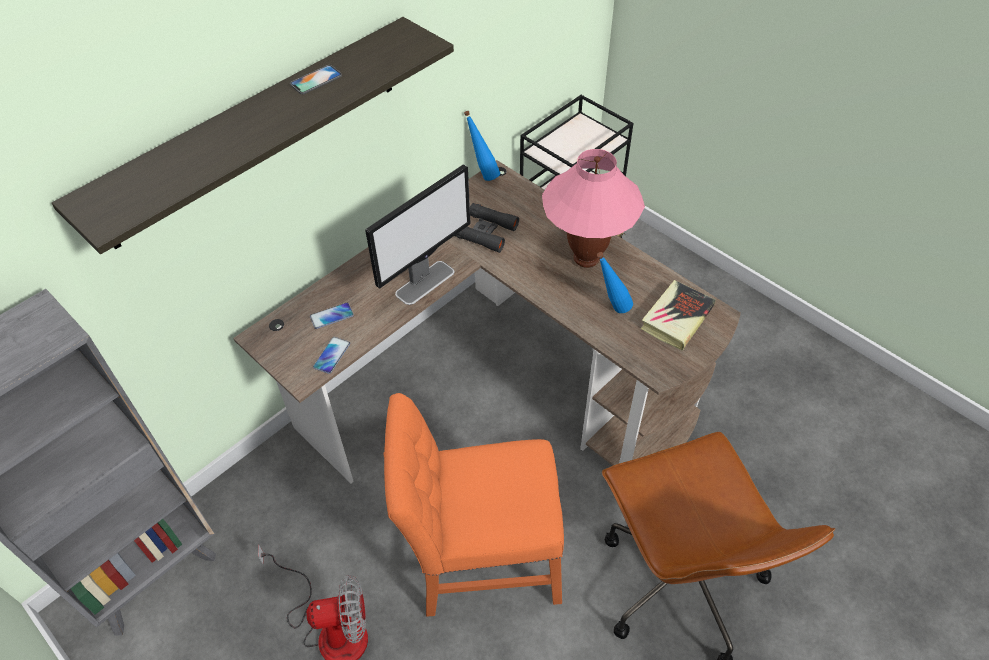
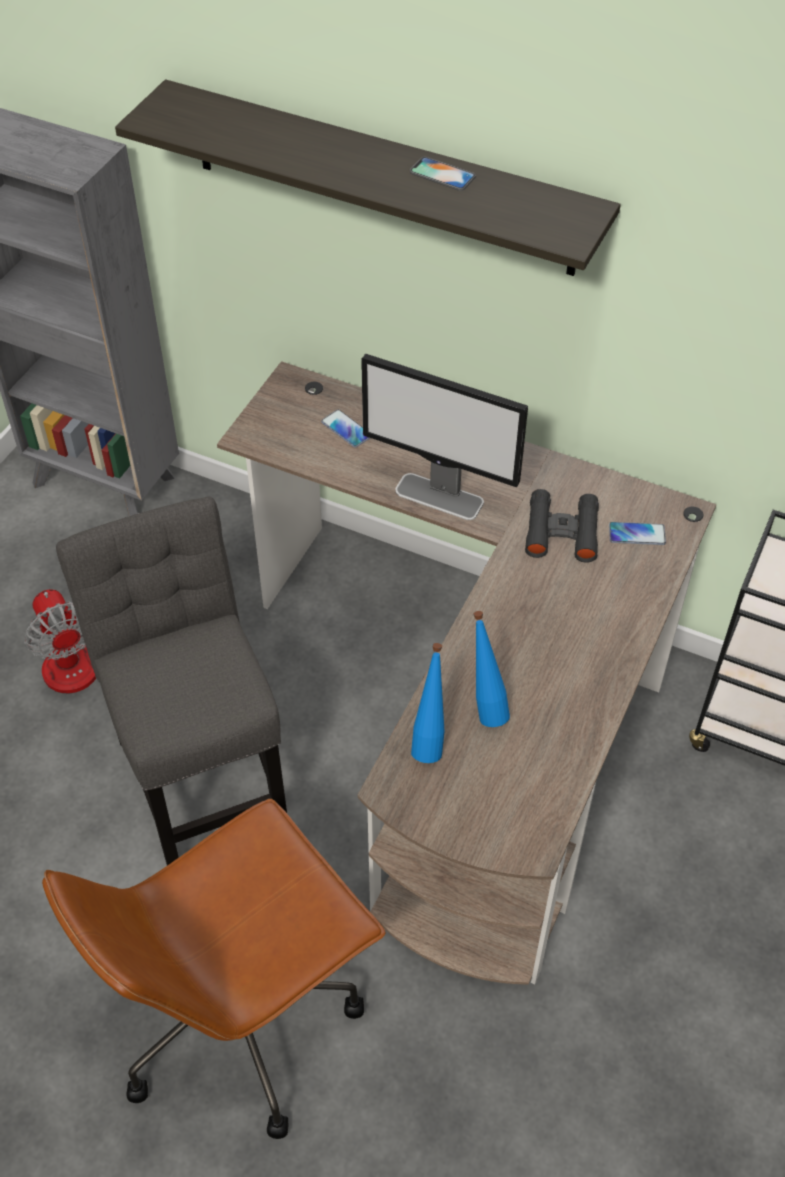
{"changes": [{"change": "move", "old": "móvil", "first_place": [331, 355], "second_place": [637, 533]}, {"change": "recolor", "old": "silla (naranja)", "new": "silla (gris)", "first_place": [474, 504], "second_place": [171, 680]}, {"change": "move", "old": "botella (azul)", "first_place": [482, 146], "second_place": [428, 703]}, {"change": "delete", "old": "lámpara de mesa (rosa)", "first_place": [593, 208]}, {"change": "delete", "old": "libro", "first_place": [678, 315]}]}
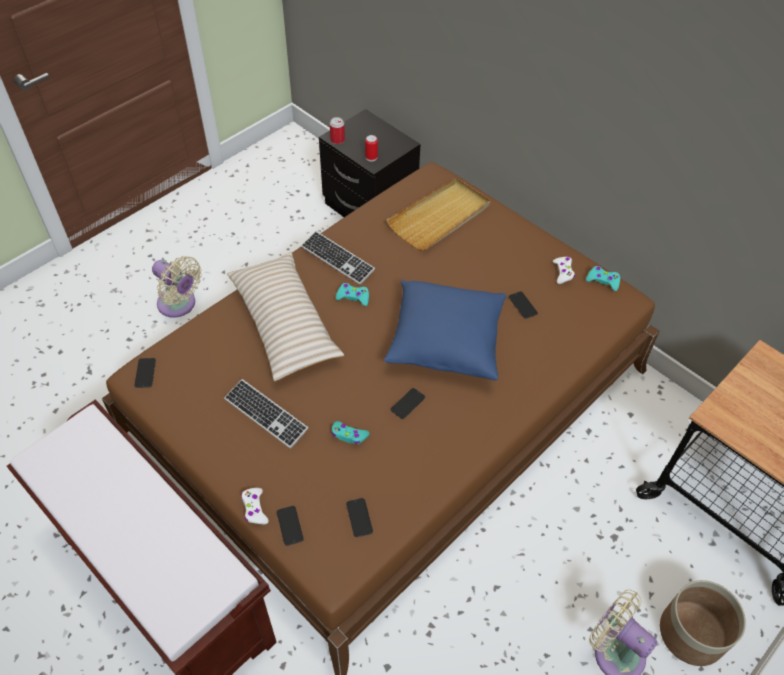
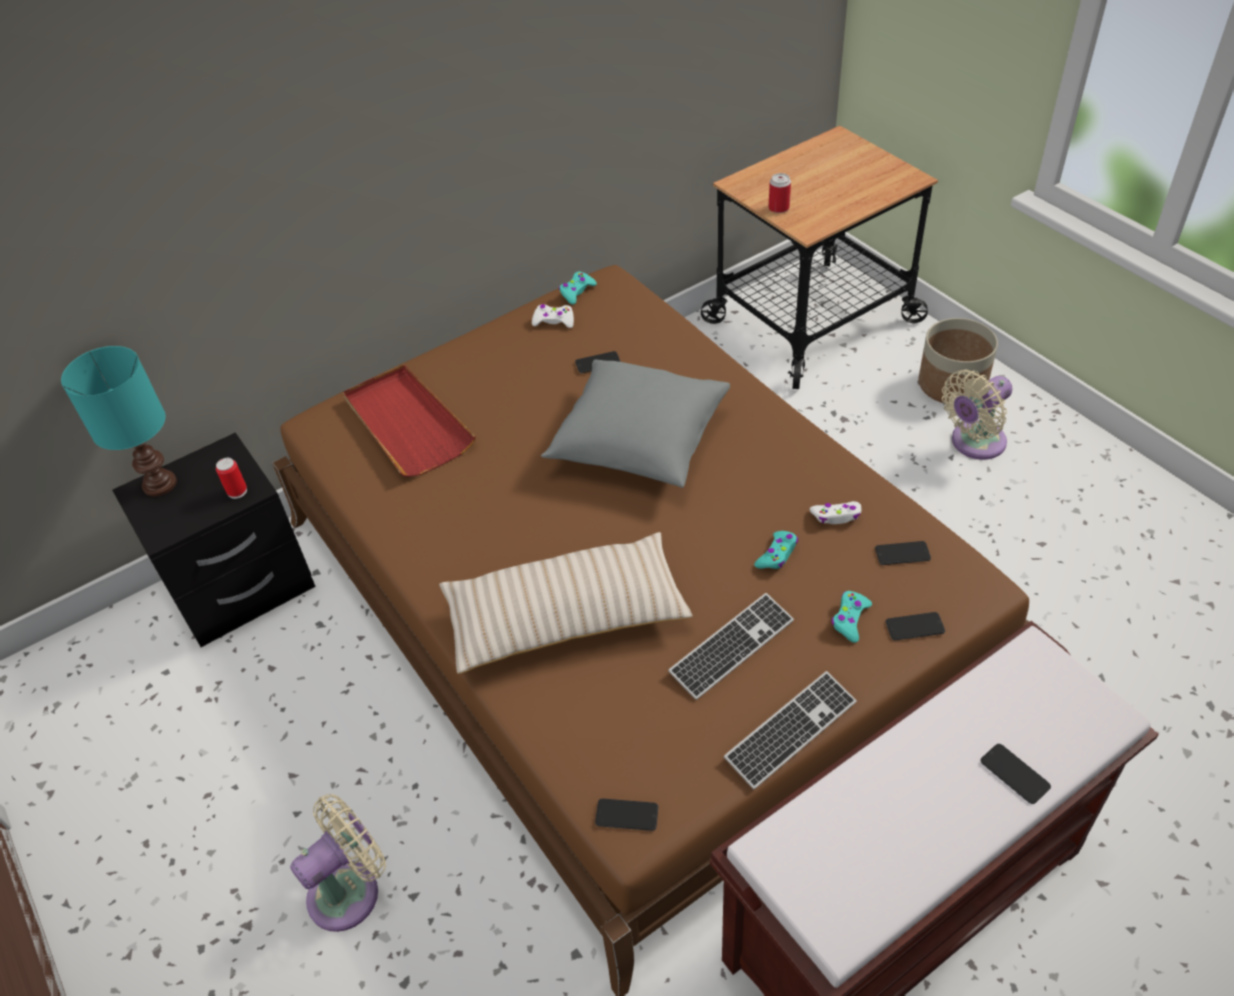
{"changes": [{"change": "move", "old": "mando de consola (blanco)", "first_place": [255, 506], "second_place": [835, 512]}, {"change": "move", "old": "teclado", "first_place": [338, 258], "second_place": [790, 730]}, {"change": "move", "old": "lata", "first_place": [337, 130], "second_place": [780, 193]}, {"change": "move", "old": "mando de consola (turquesa)", "first_place": [352, 294], "second_place": [852, 617]}, {"change": "recolor", "old": "cojín (azul)", "new": "cojín (gris)", "first_place": [445, 329], "second_place": [635, 424]}, {"change": "recolor", "old": "bandeja (beis)", "new": "bandeja (rojo)", "first_place": [438, 214], "second_place": [409, 420]}, {"change": "move", "old": "móvil", "first_place": [408, 403], "second_place": [1016, 774]}, {"change": "insert", "new": "lámpara de mesa (turquesa)", "second_place": [119, 421]}]}
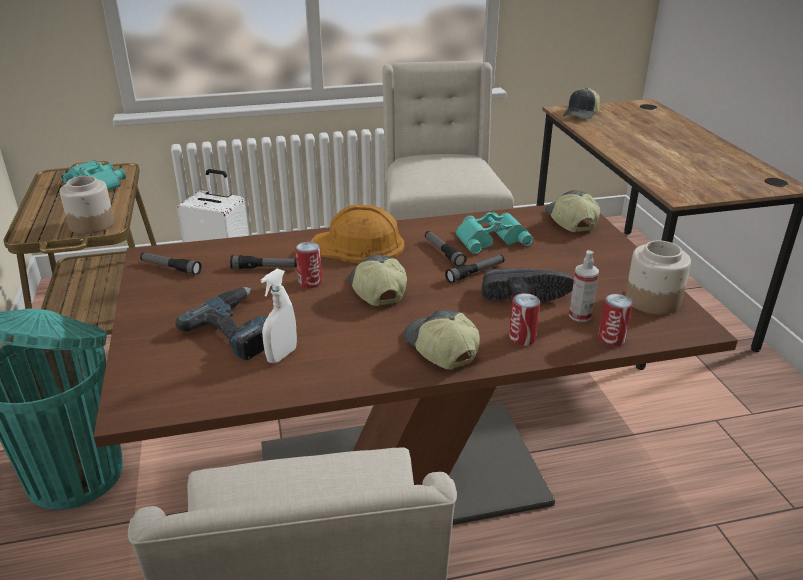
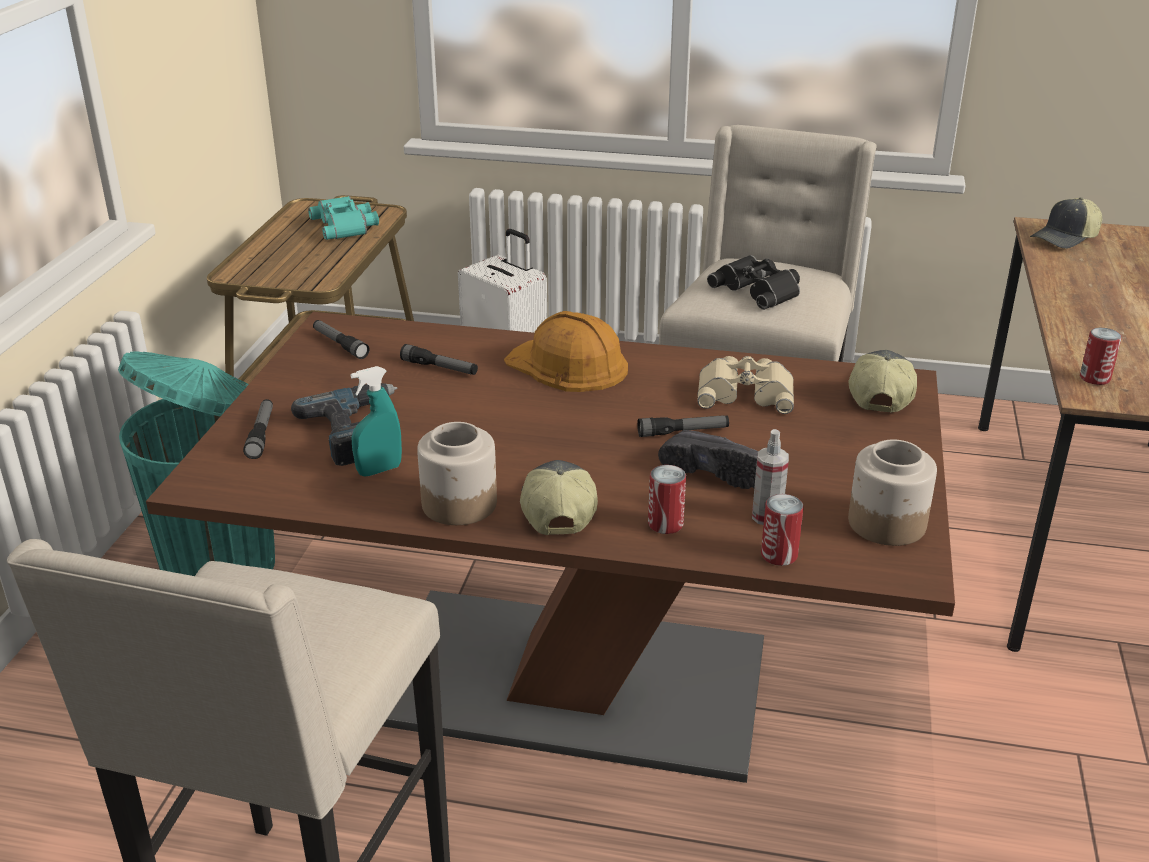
{"changes": [{"change": "move", "old": "tarro", "first_place": [87, 205], "second_place": [457, 473]}, {"change": "recolor", "old": "pulverizador (blanco)", "new": "pulverizador (turquesa)", "first_place": [278, 316], "second_place": [376, 421]}, {"change": "move", "old": "lata", "first_place": [308, 265], "second_place": [1101, 356]}, {"change": "delete", "old": "gorra", "first_place": [378, 280]}, {"change": "move", "old": "linterna", "first_place": [446, 249], "second_place": [258, 429]}, {"change": "recolor", "old": "prismáticos (turquesa)", "new": "prismáticos (beis)", "first_place": [494, 233], "second_place": [745, 385]}, {"change": "insert", "new": "prismáticos (negro)", "second_place": [753, 282]}]}
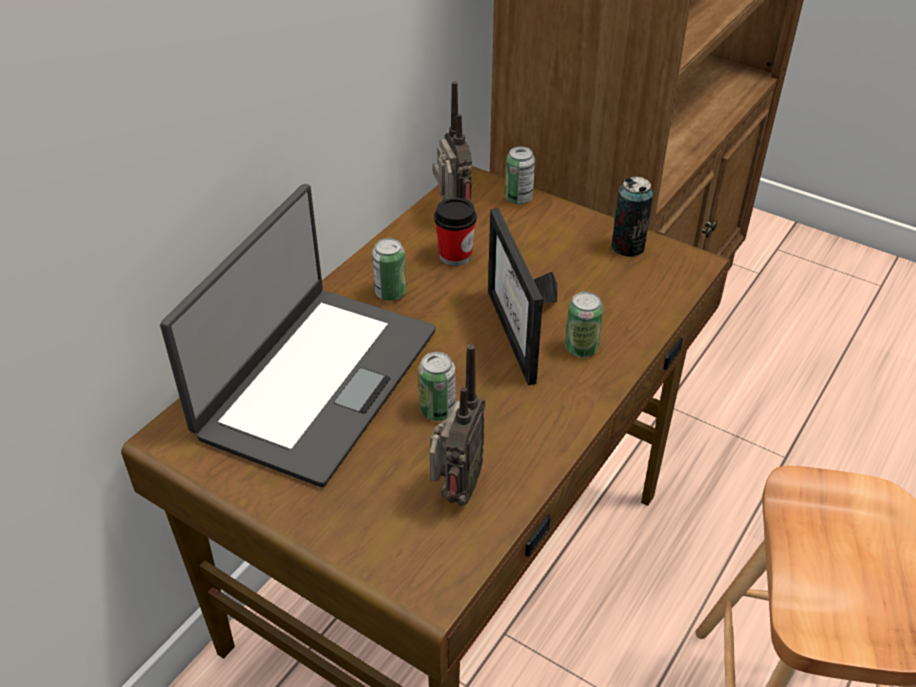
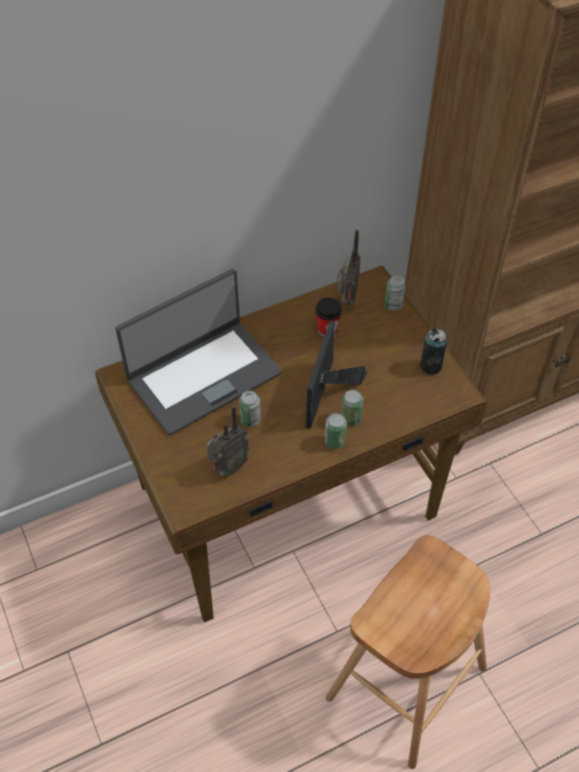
{"changes": [{"change": "move", "old": "lata", "first_place": [389, 269], "second_place": [336, 431]}]}
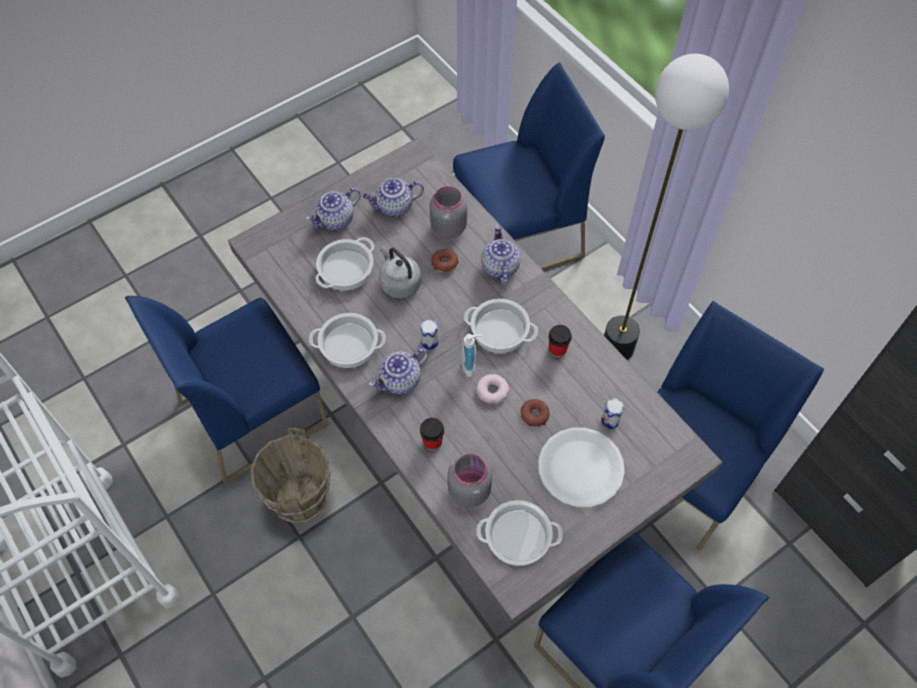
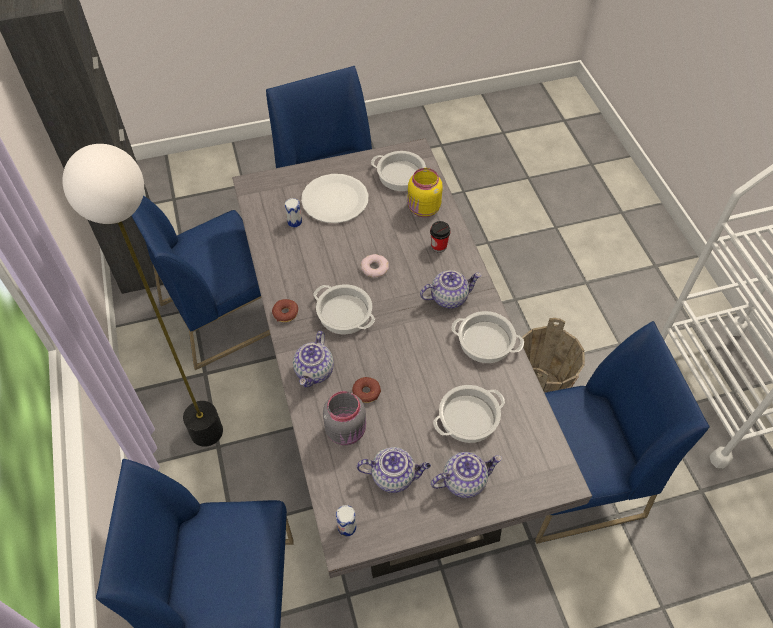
{"changes": [{"change": "delete", "old": "hervidor (gris)", "first_place": [400, 272]}, {"change": "move", "old": "lata", "first_place": [429, 334], "second_place": [346, 521]}, {"change": "recolor", "old": "tarro (gris)", "new": "tarro (amarillo)", "first_place": [469, 481], "second_place": [425, 192]}, {"change": "delete", "old": "dispensador de jabón", "first_place": [472, 355]}, {"change": "move", "old": "rosquilla", "first_place": [535, 413], "second_place": [285, 310]}, {"change": "delete", "old": "taza", "first_place": [560, 341]}]}
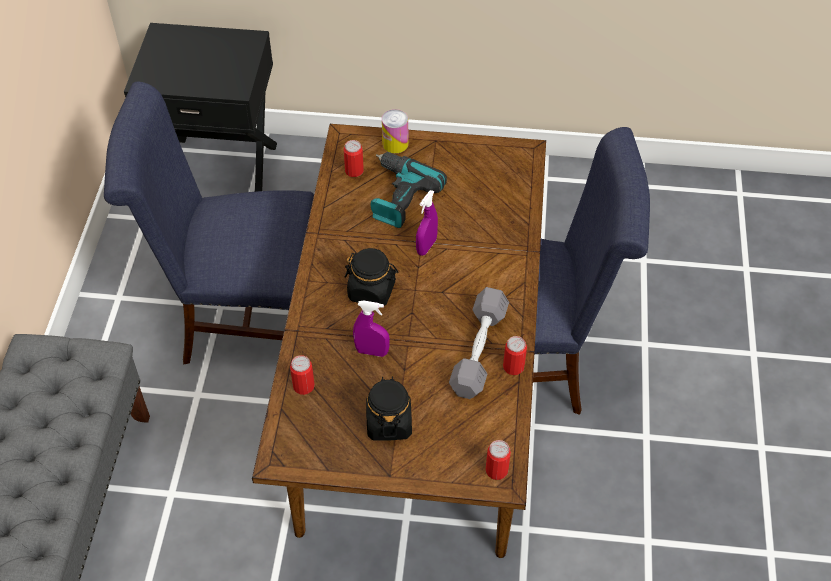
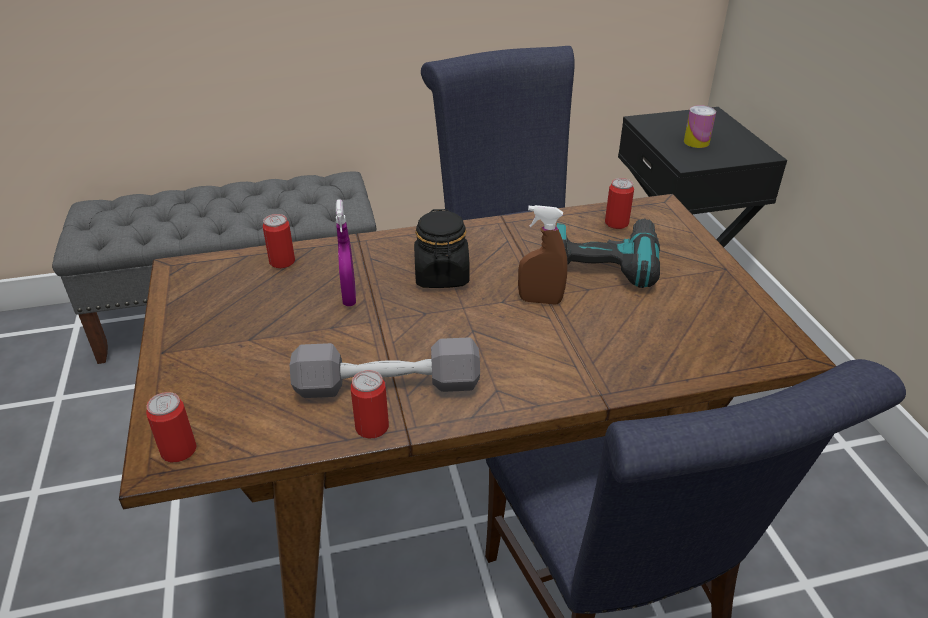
{"changes": [{"change": "delete", "old": "tarro (negro)", "first_place": [389, 408]}, {"change": "move", "old": "lata", "first_place": [395, 131], "second_place": [700, 126]}, {"change": "recolor", "old": "pulverizador (morado)", "new": "pulverizador (marrón)", "first_place": [427, 223], "second_place": [543, 255]}]}
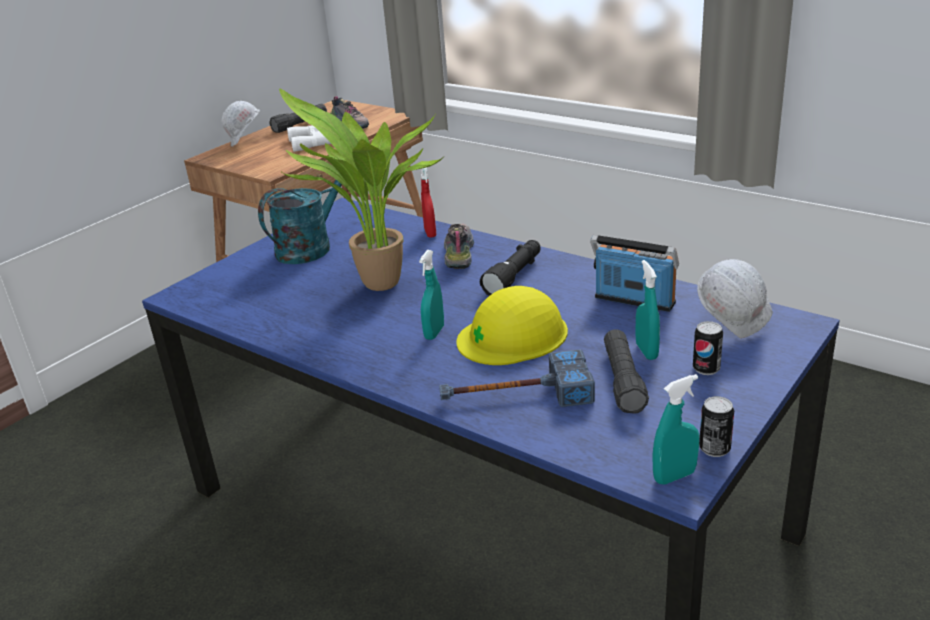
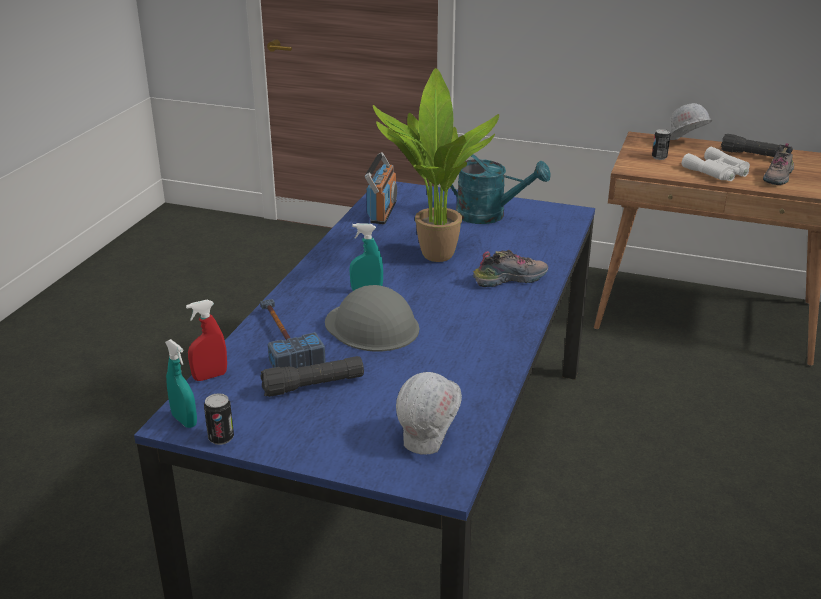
{"changes": [{"change": "move", "old": "pulverizador (rojo)", "first_place": [428, 202], "second_place": [206, 340]}, {"change": "recolor", "old": "casco (amarillo)", "new": "casco (gris)", "first_place": [512, 325], "second_place": [372, 318]}, {"change": "delete", "old": "linterna (negro)", "first_place": [510, 268]}, {"change": "move", "old": "radio", "first_place": [634, 273], "second_place": [381, 188]}, {"change": "delete", "old": "pulverizador (turquesa)", "first_place": [647, 310]}, {"change": "move", "old": "lata", "first_place": [708, 348], "second_place": [661, 144]}]}
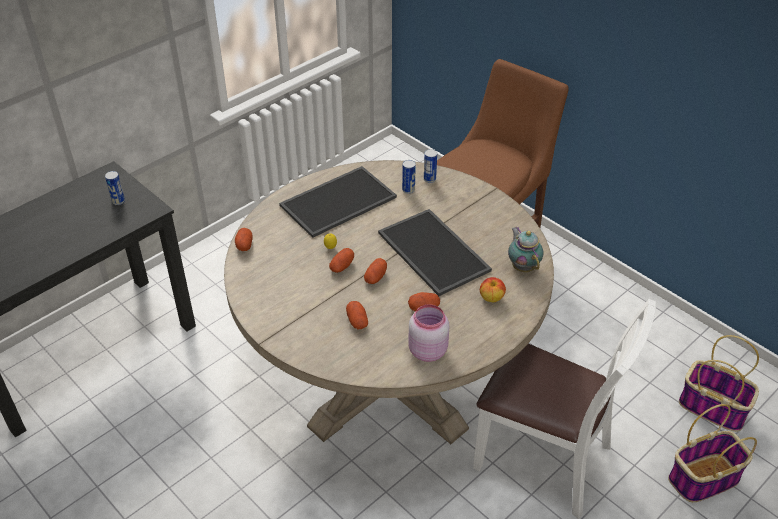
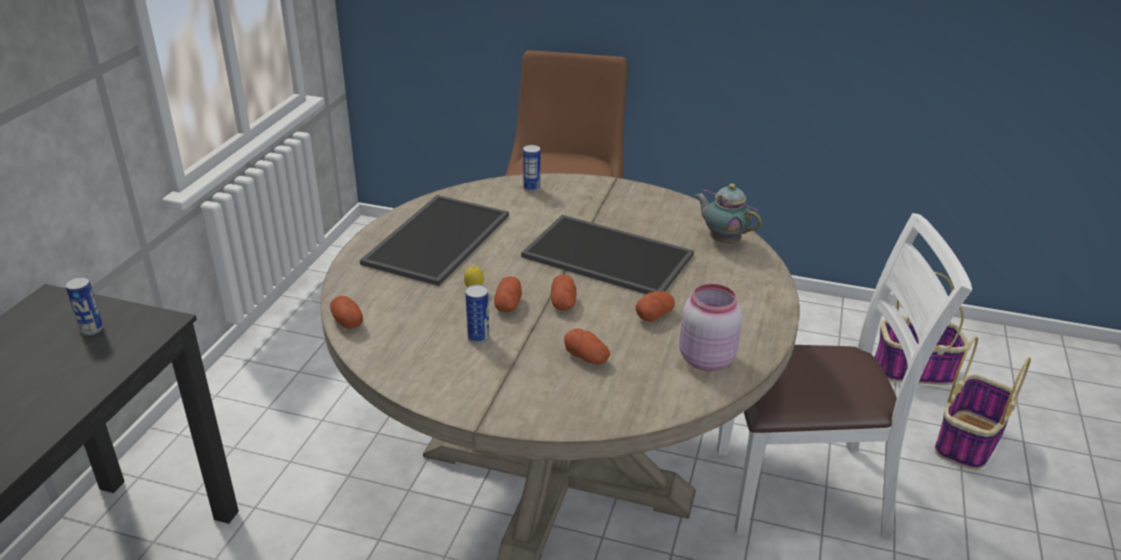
{"changes": [{"change": "move", "old": "lata", "first_place": [409, 177], "second_place": [477, 314]}, {"change": "delete", "old": "manzana", "first_place": [493, 289]}]}
